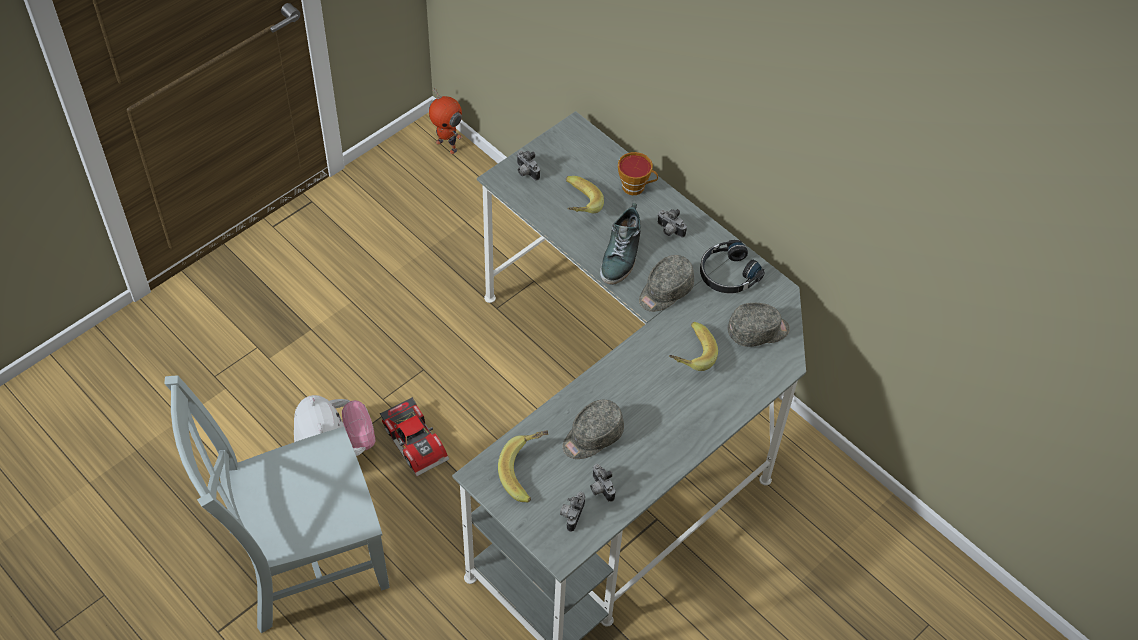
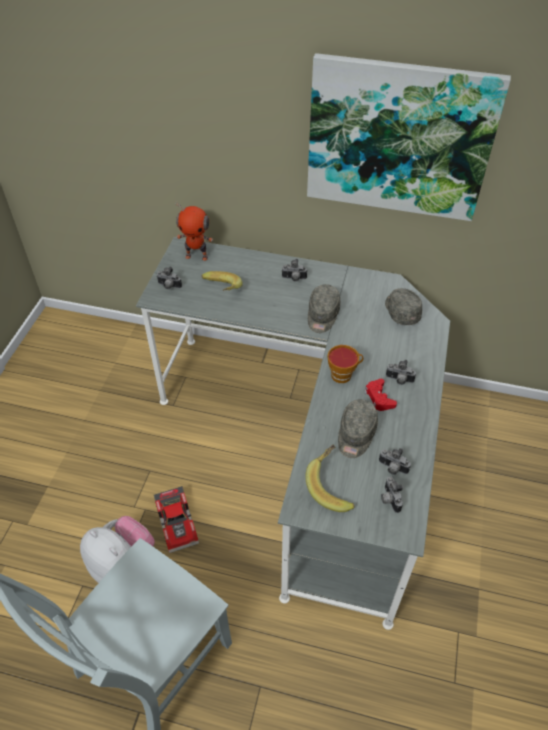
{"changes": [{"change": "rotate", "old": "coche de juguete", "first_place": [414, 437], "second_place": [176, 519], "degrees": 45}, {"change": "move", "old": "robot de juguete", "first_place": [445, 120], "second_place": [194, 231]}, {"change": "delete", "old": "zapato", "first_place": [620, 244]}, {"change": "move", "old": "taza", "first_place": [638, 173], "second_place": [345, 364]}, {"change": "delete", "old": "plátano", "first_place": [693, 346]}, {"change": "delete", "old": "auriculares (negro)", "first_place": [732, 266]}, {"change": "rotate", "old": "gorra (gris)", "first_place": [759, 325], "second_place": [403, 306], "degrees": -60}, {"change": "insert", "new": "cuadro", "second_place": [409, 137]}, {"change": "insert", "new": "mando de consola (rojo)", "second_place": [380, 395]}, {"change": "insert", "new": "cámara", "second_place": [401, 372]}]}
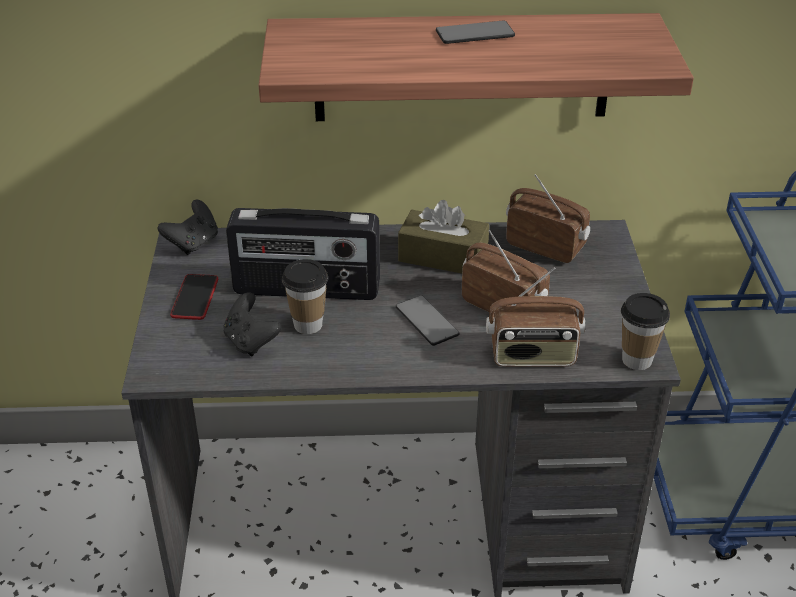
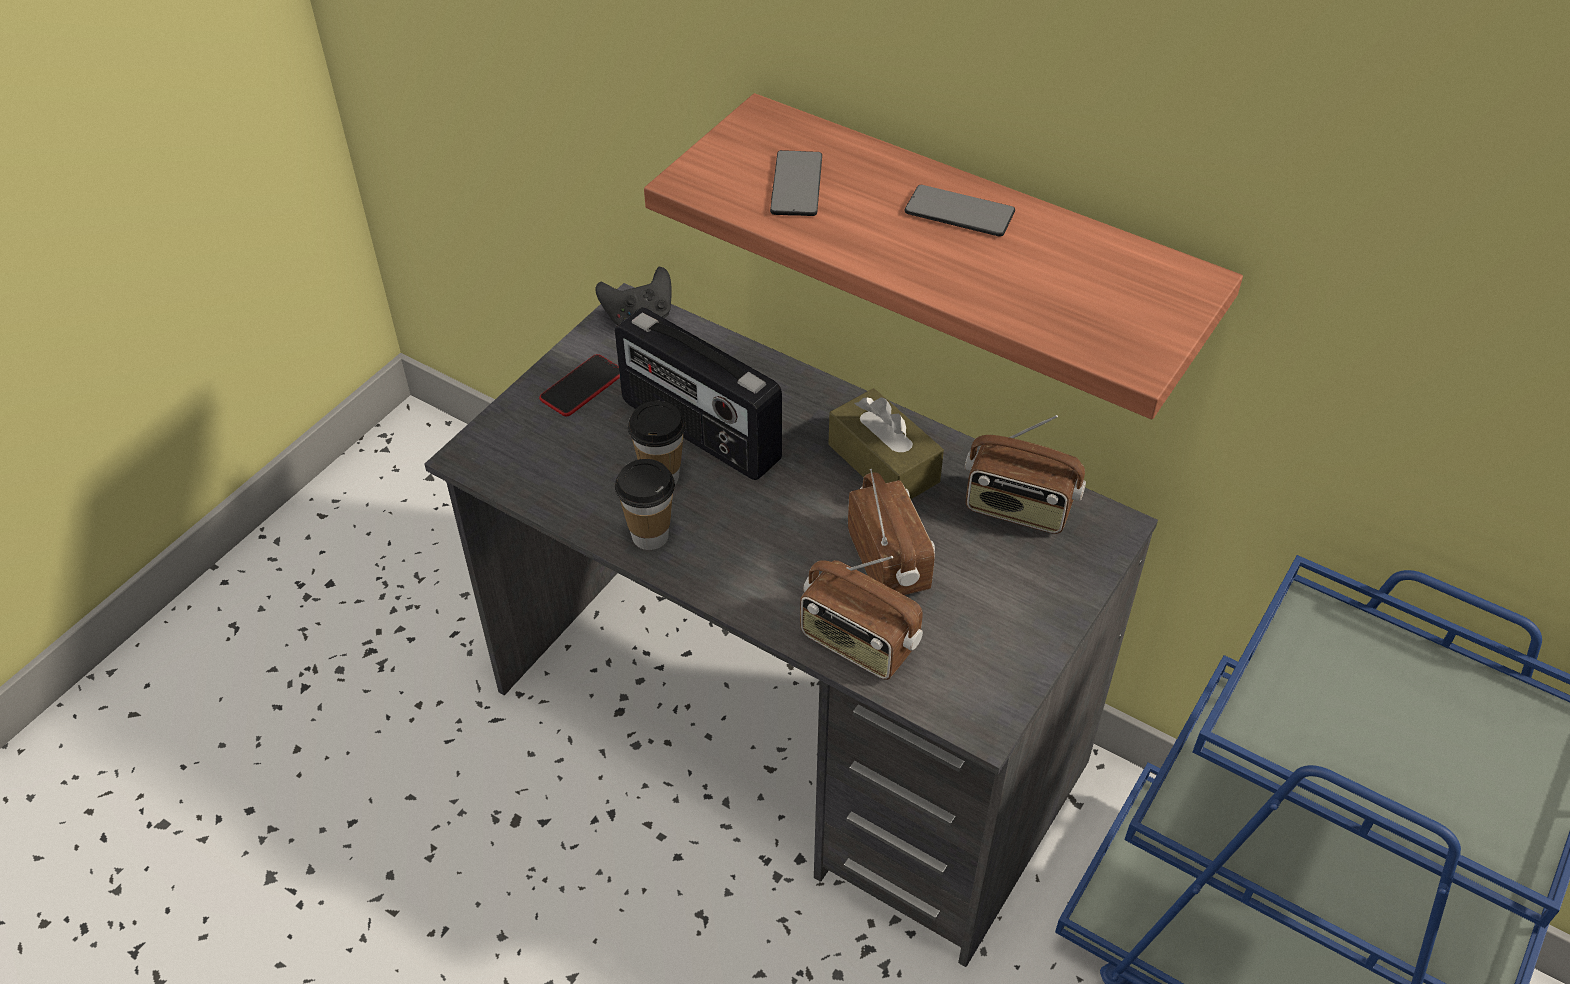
{"changes": [{"change": "delete", "old": "mando de consola (negro)", "first_place": [252, 324]}, {"change": "move", "old": "móvil", "first_place": [427, 320], "second_place": [796, 183]}, {"change": "rotate", "old": "radio", "first_place": [548, 218], "second_place": [1025, 474], "degrees": 135}, {"change": "move", "old": "taza", "first_place": [645, 331], "second_place": [645, 504]}]}
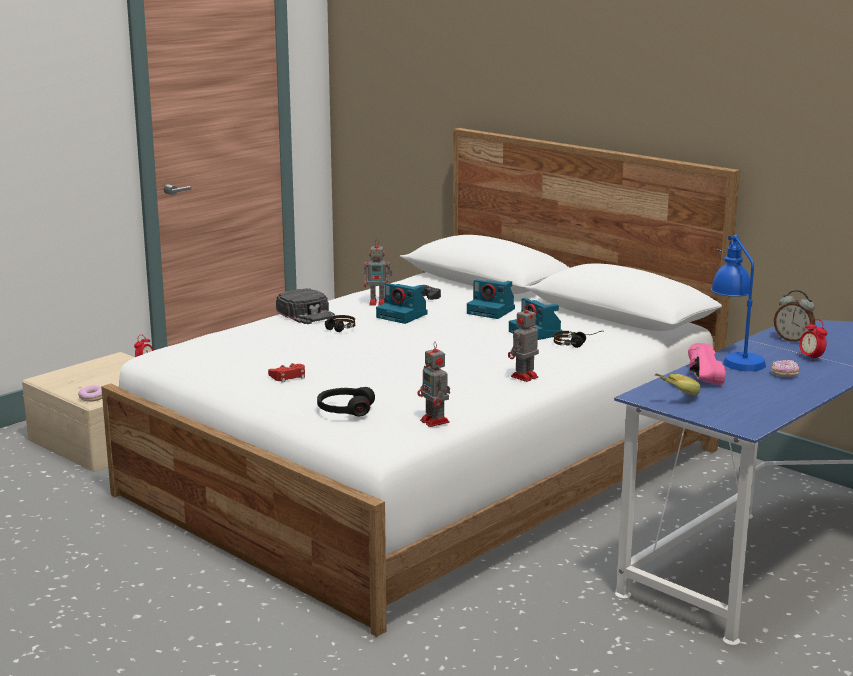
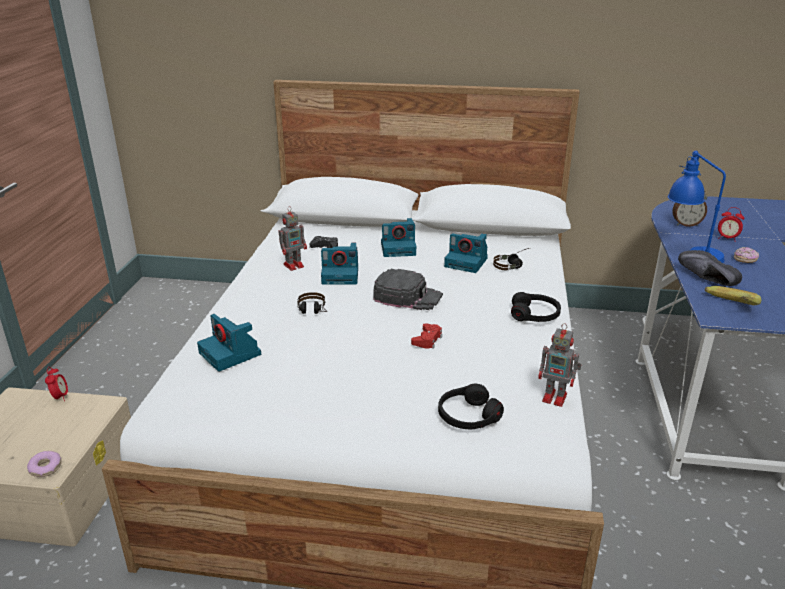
{"changes": [{"change": "move", "old": "mando de consola (rojo)", "first_place": [286, 372], "second_place": [426, 336]}, {"change": "move", "old": "gorra (negro)", "first_place": [306, 306], "second_place": [408, 289]}, {"change": "replace", "old": "robot de juguete", "new": "auriculares (negro)", "first_place": [523, 342], "second_place": [536, 307]}, {"change": "recolor", "old": "zapato (rosa)", "new": "zapato (negro)", "first_place": [707, 364], "second_place": [710, 268]}, {"change": "insert", "new": "cámara", "second_place": [229, 343]}]}
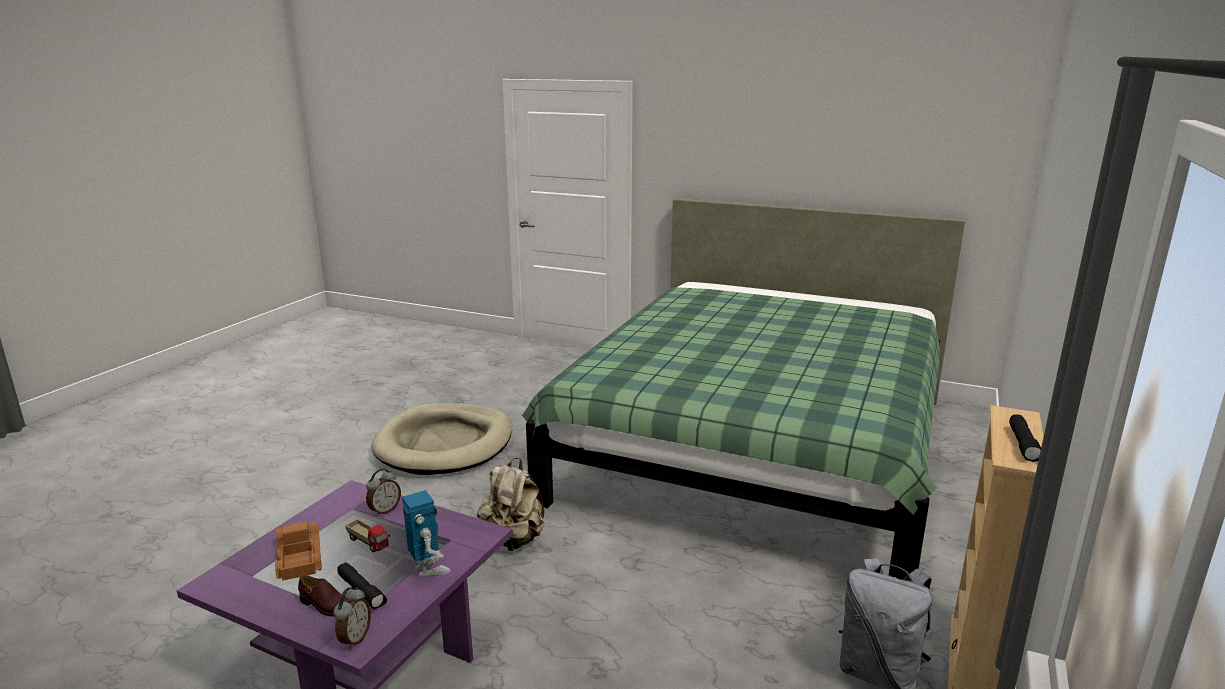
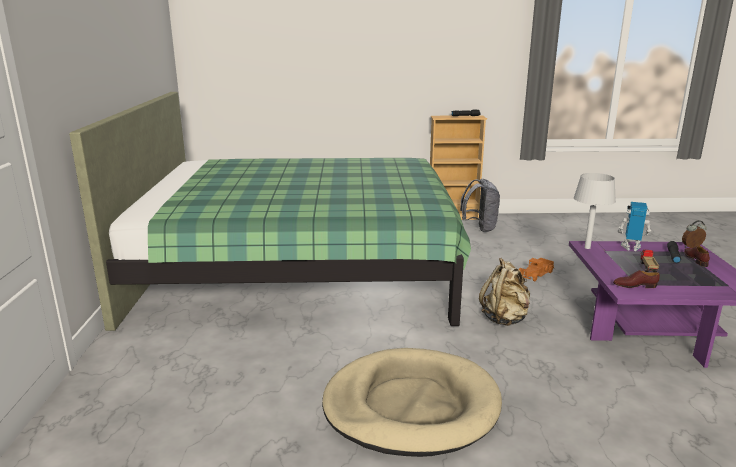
{"changes": [{"change": "move", "old": "camión de juguete", "first_place": [298, 551], "second_place": [536, 269]}, {"change": "delete", "old": "despertador", "first_place": [383, 492]}, {"change": "rotate", "old": "robot de juguete", "first_place": [426, 533], "second_place": [634, 226], "degrees": 75}, {"change": "insert", "new": "lámpara de mesa (gris)", "second_place": [595, 211]}, {"change": "insert", "new": "zapato (marrón)", "second_place": [636, 279]}]}
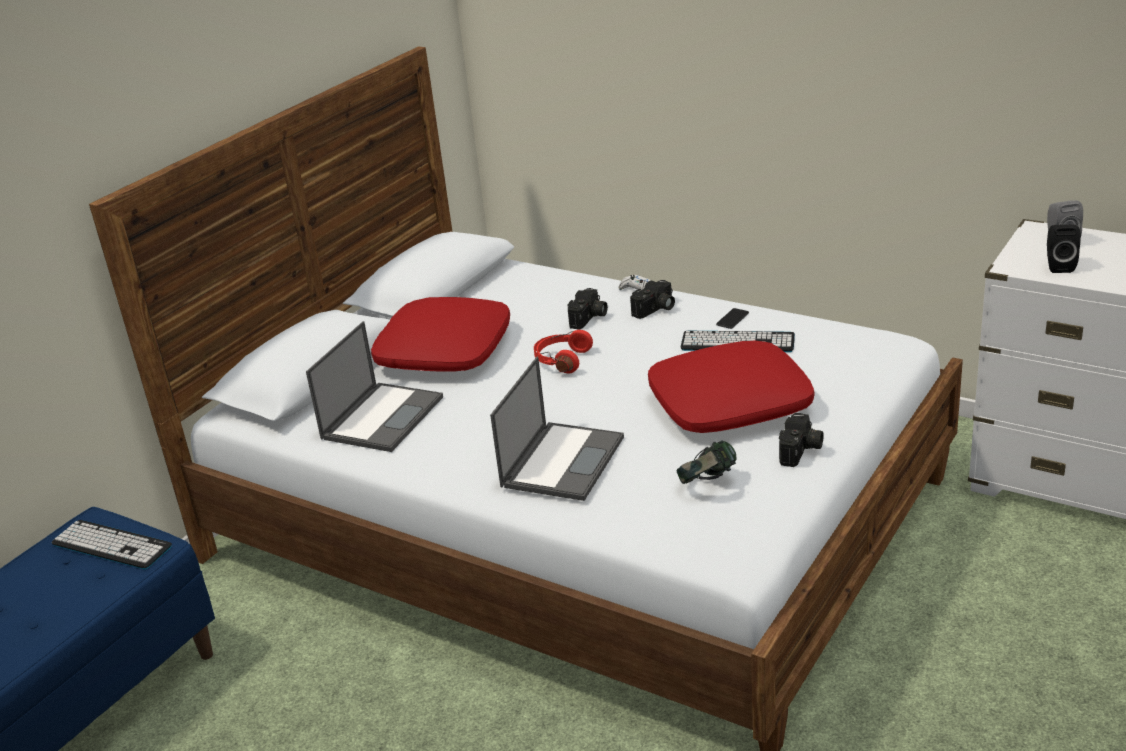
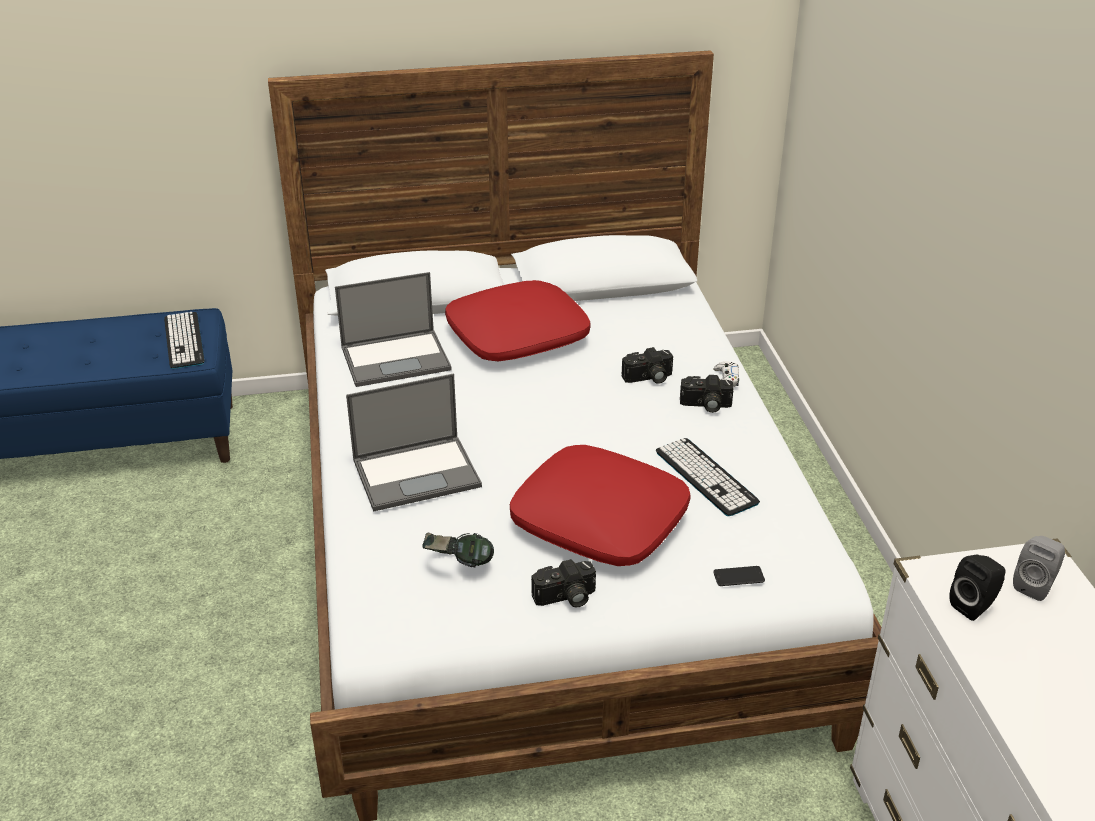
{"changes": [{"change": "delete", "old": "auriculares (rojo)", "first_place": [563, 352]}, {"change": "move", "old": "móvil", "first_place": [732, 318], "second_place": [739, 576]}]}
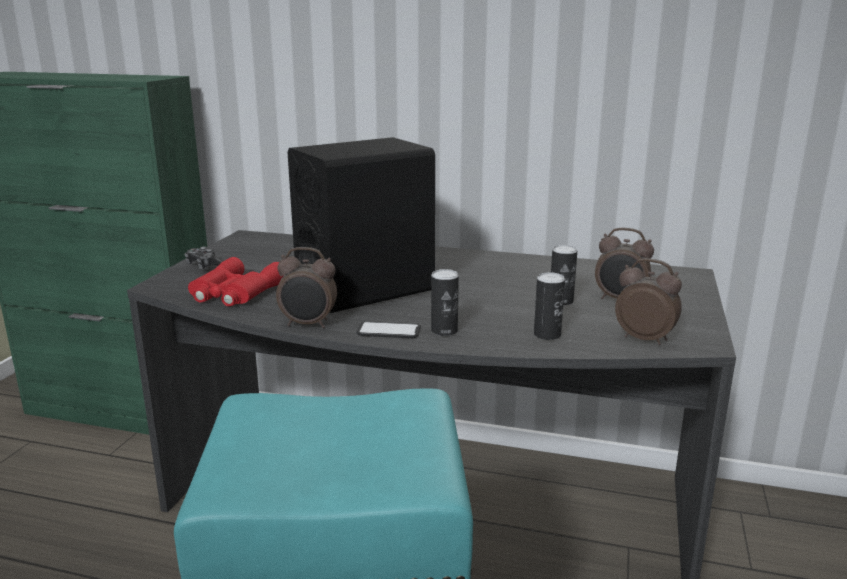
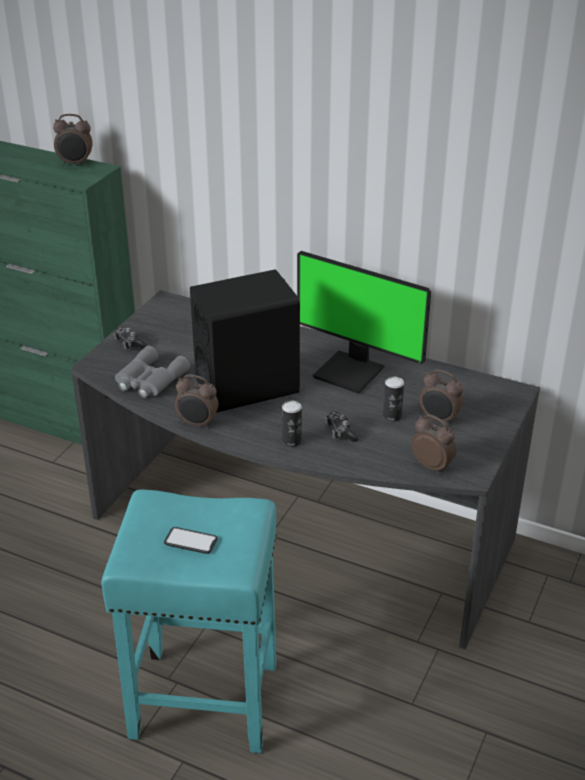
{"changes": [{"change": "recolor", "old": "prismáticos (rojo)", "new": "prismáticos (gris)", "first_place": [236, 281], "second_place": [152, 372]}, {"change": "move", "old": "móvil", "first_place": [388, 330], "second_place": [191, 540]}, {"change": "delete", "old": "lata", "first_place": [549, 306]}, {"change": "insert", "new": "despertador", "second_place": [73, 140]}, {"change": "insert", "new": "monitor", "second_place": [364, 322]}, {"change": "insert", "new": "mando de consola", "second_place": [342, 427]}]}
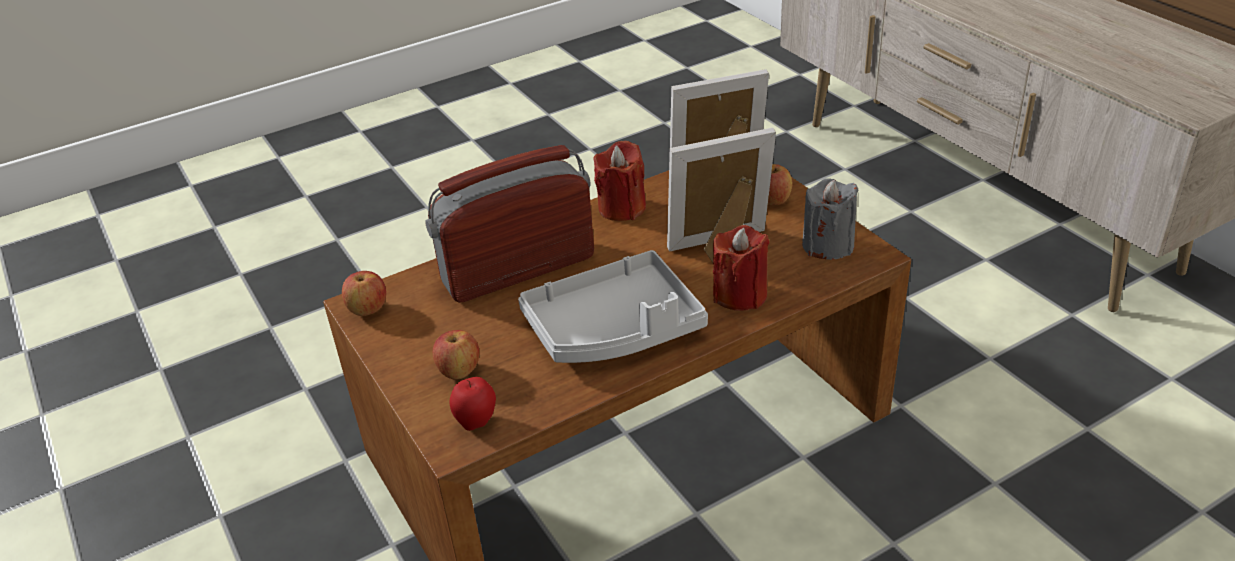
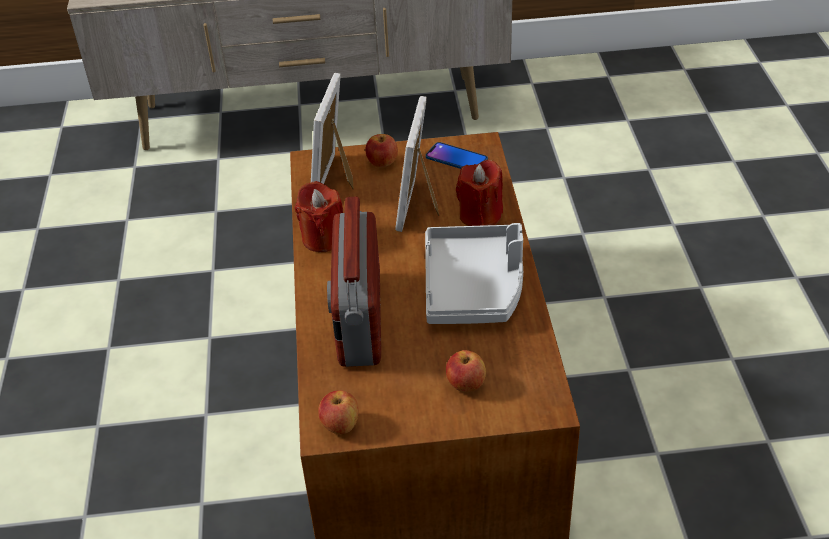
{"changes": [{"change": "delete", "old": "manzana", "first_place": [472, 404]}, {"change": "replace", "old": "vela (gris)", "new": "móvil", "first_place": [830, 219], "second_place": [457, 155]}]}
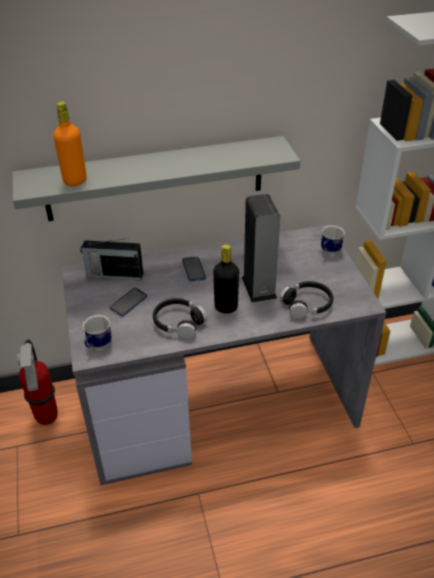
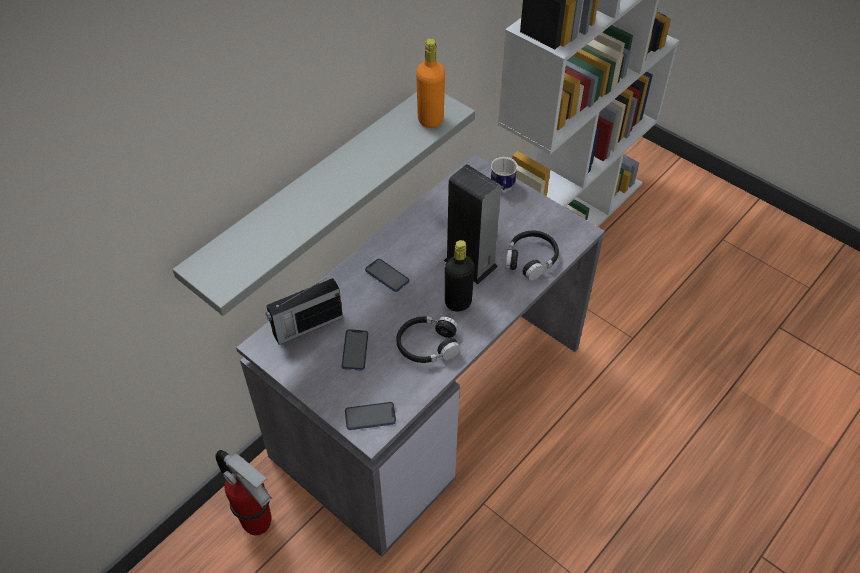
{"changes": [{"change": "move", "old": "botella (naranja)", "first_place": [69, 144], "second_place": [430, 83]}, {"change": "replace", "old": "taza grande", "new": "móvil", "first_place": [97, 332], "second_place": [370, 416]}]}
